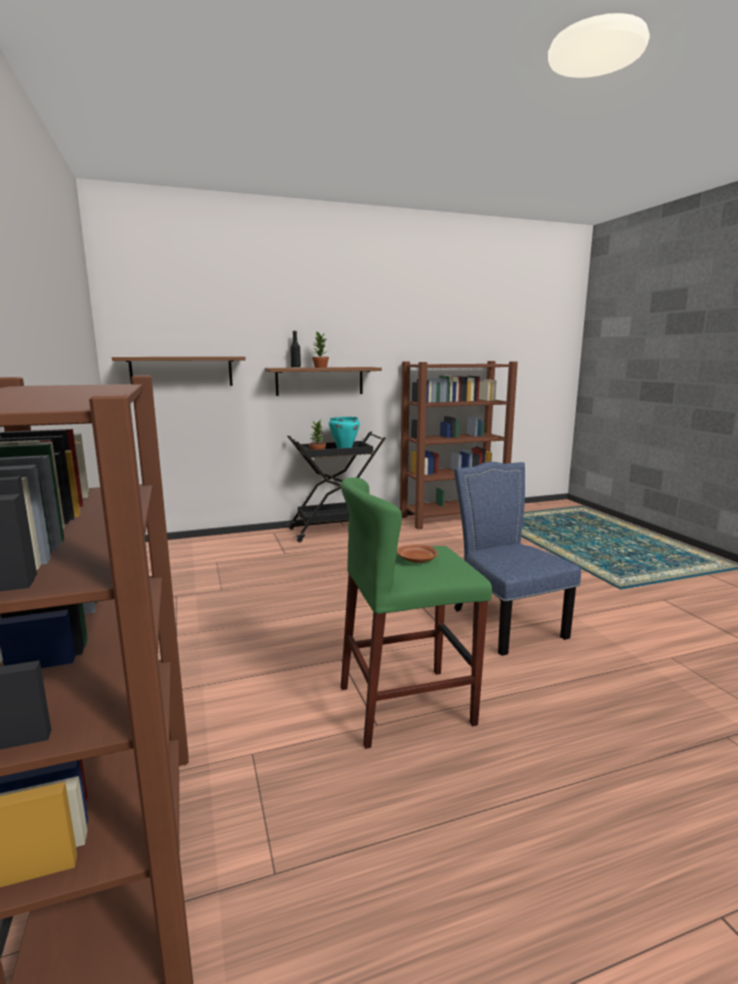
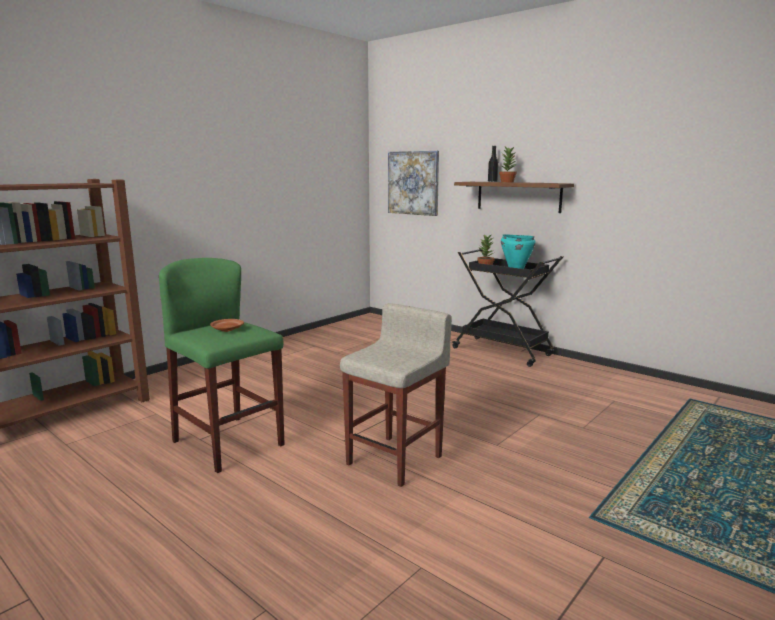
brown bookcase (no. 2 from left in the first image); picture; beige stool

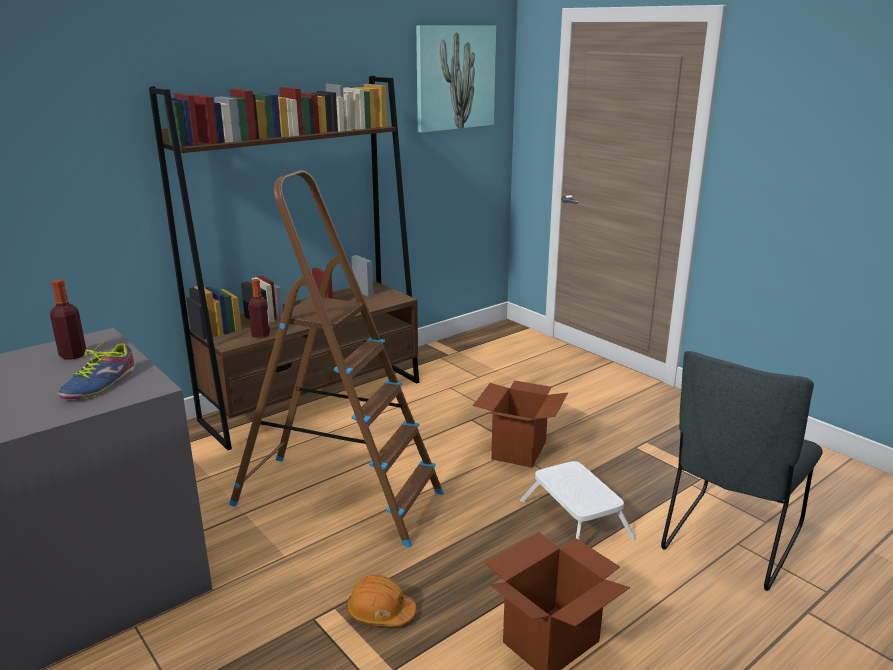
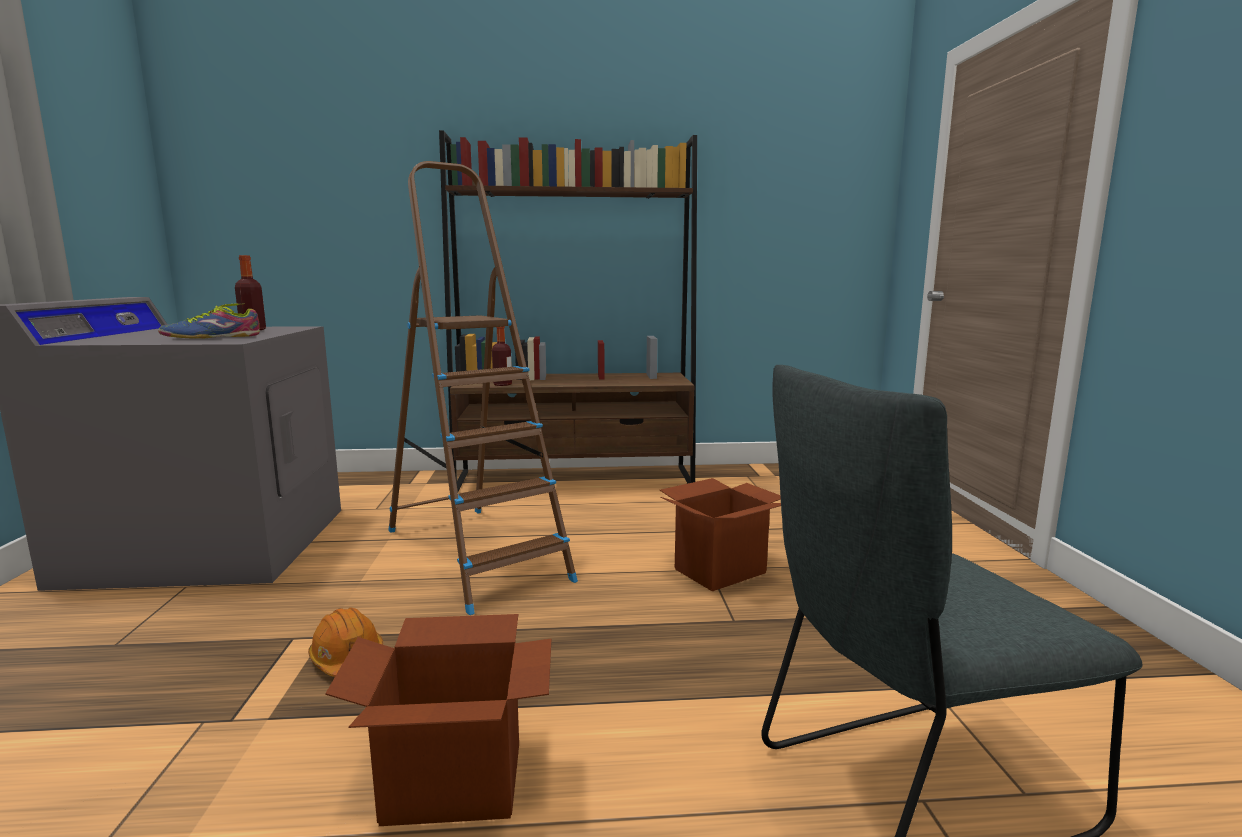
picture; white step ladder

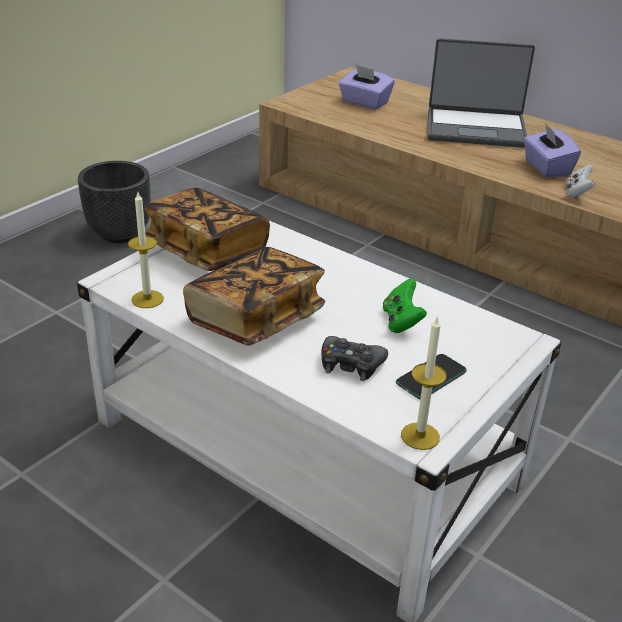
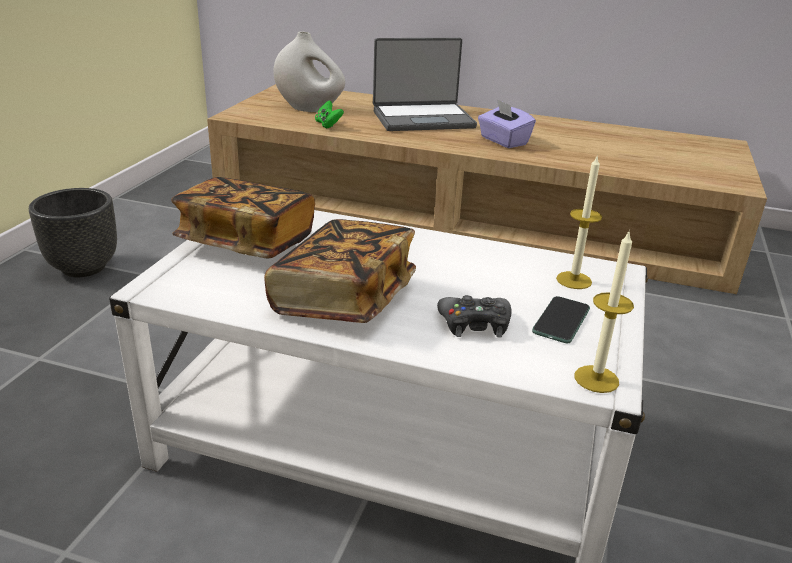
white game controller; candle (no. 1 from left); green game controller; white vase

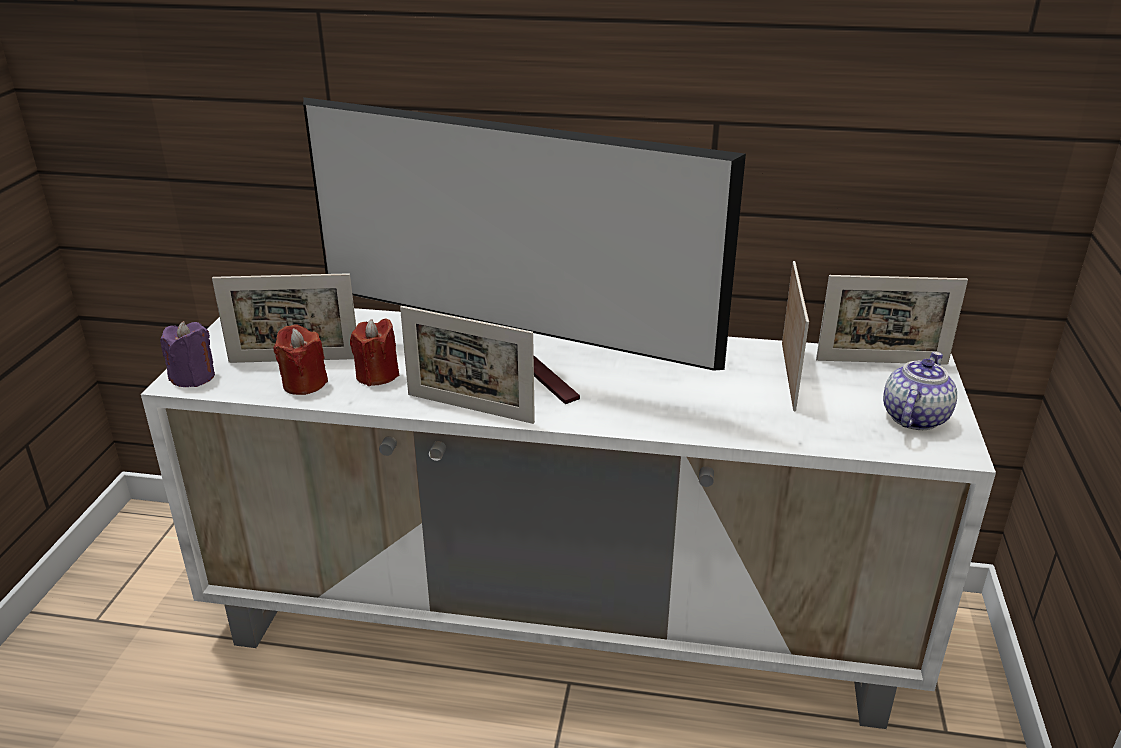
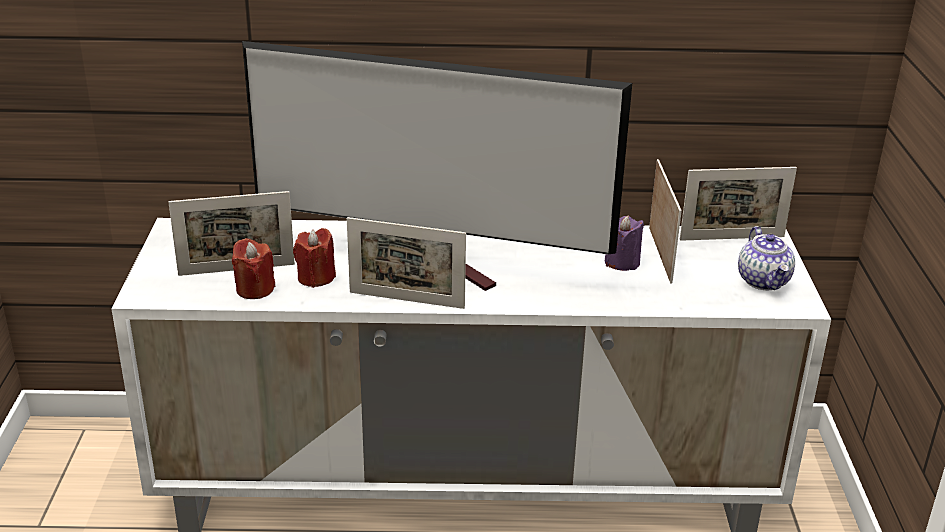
purple candle; teapot

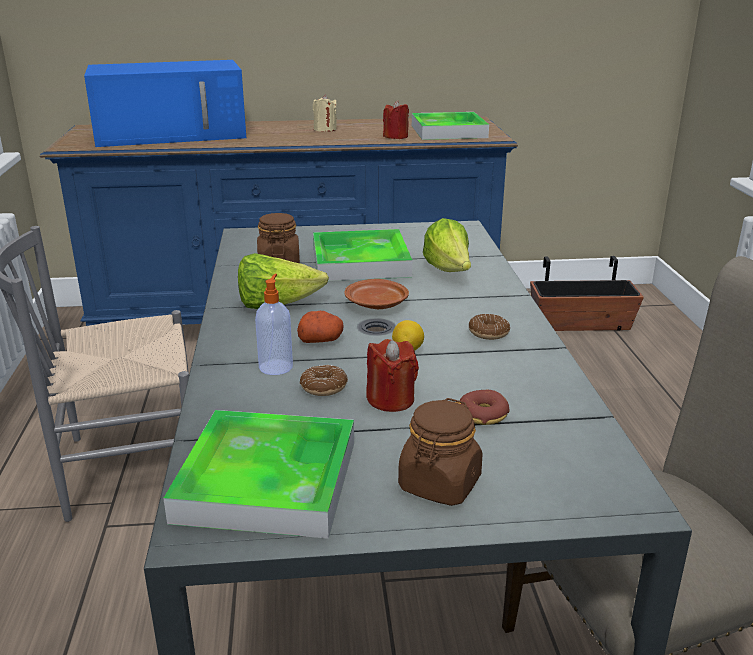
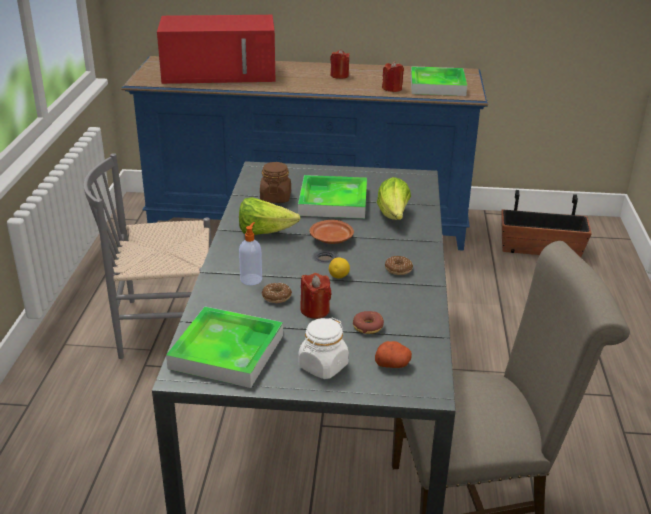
potato; red microwave; red candle (no. 2 from left); white jar

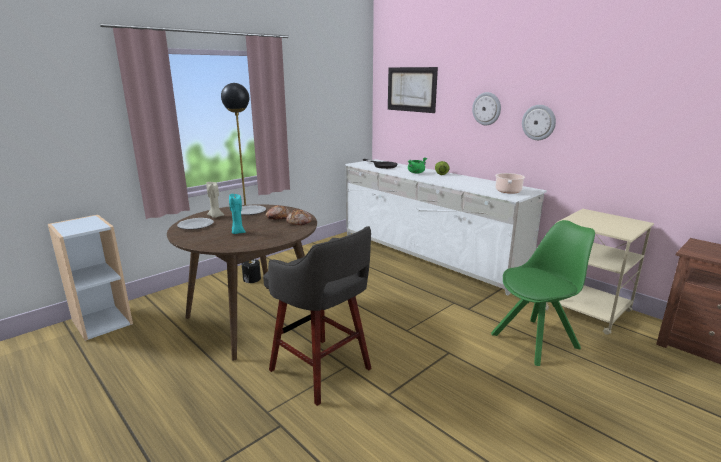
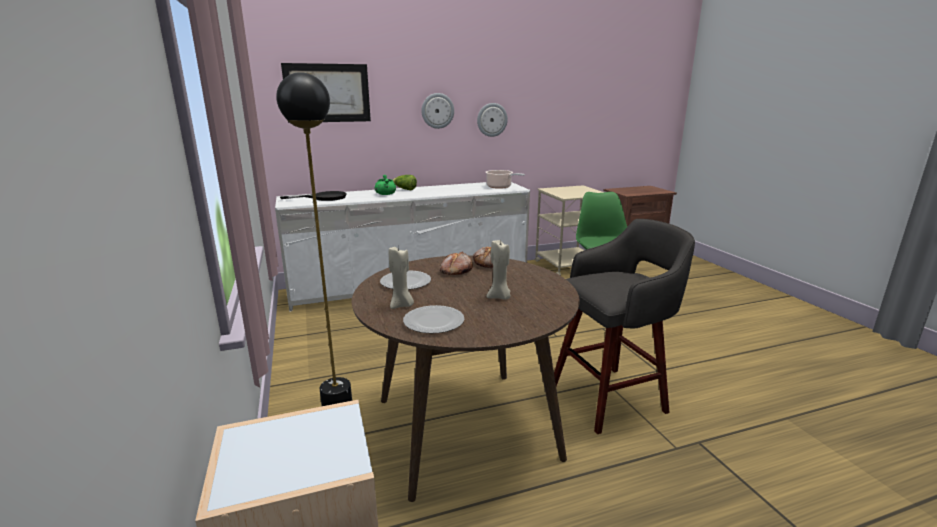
beige candle (no. 2 from left)

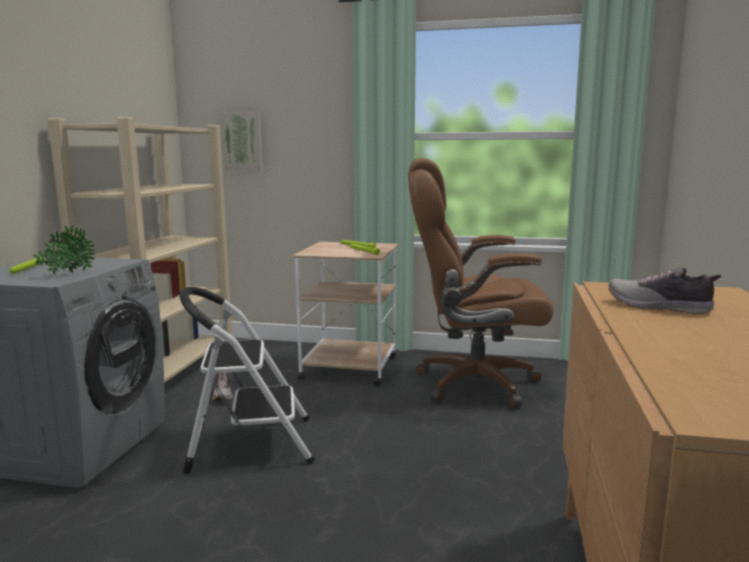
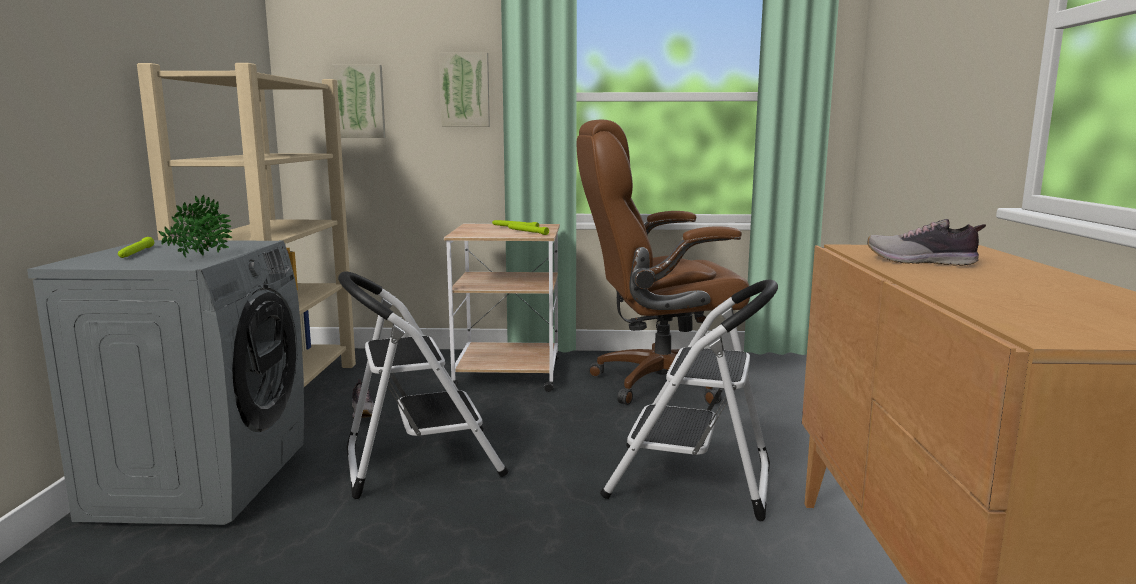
picture (no. 2 from left); step ladder (no. 2 from left)

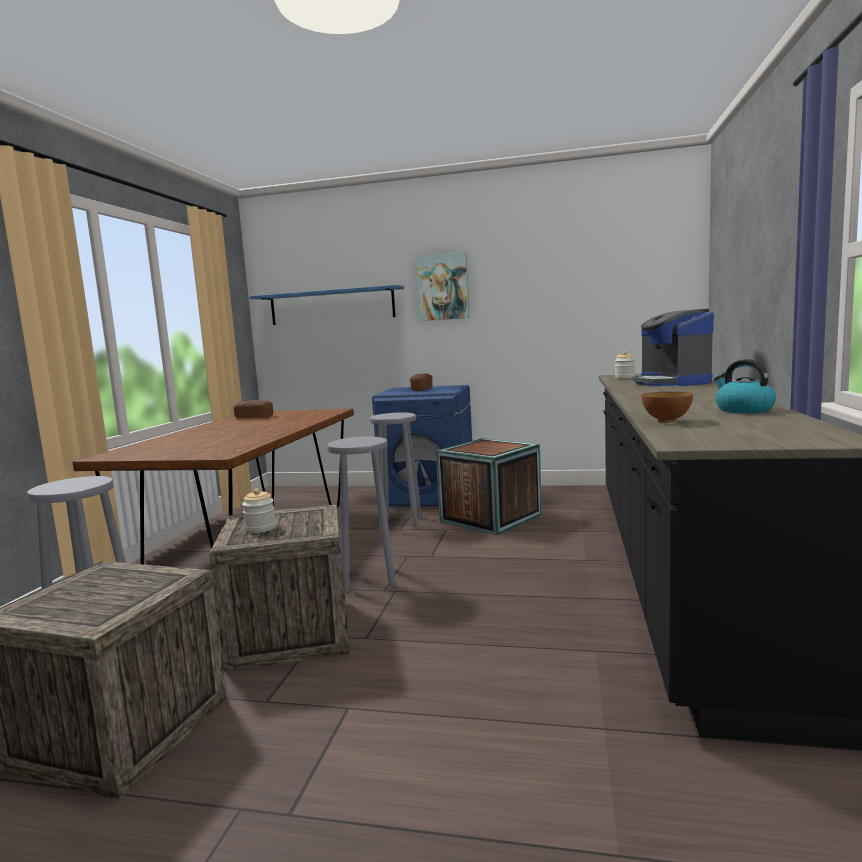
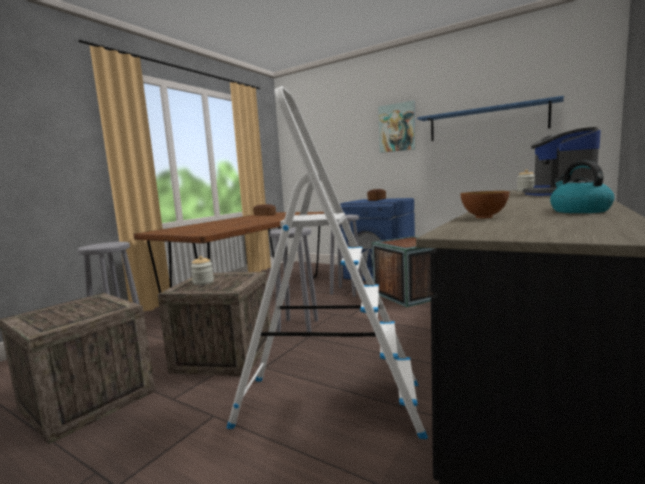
white step ladder; blue shelf

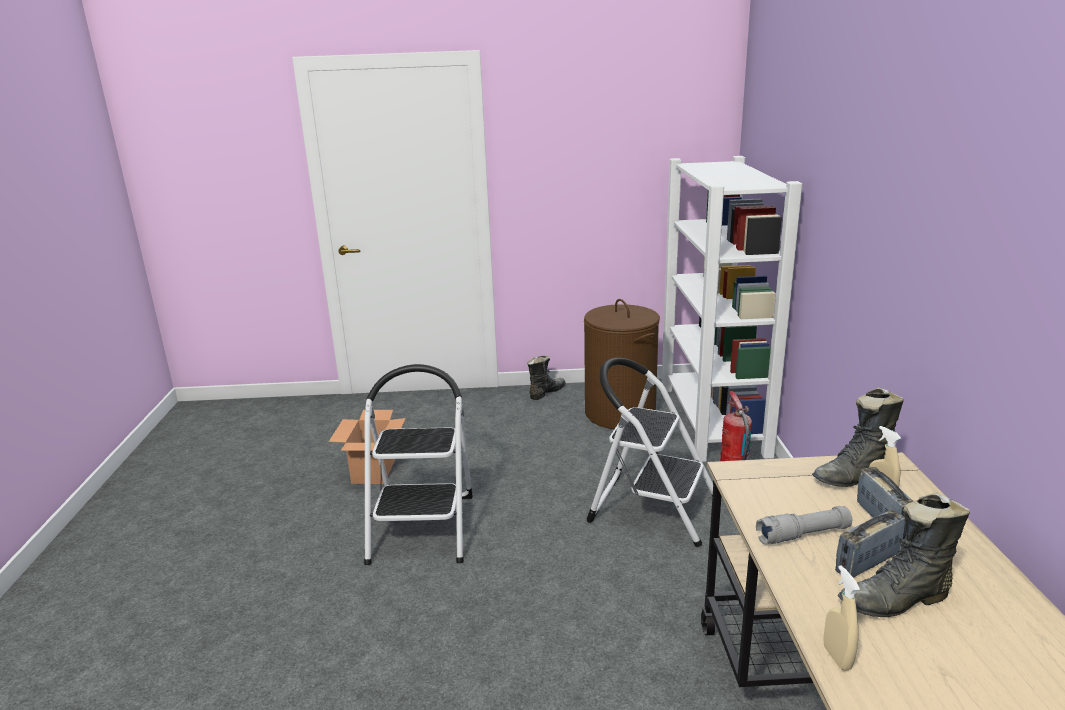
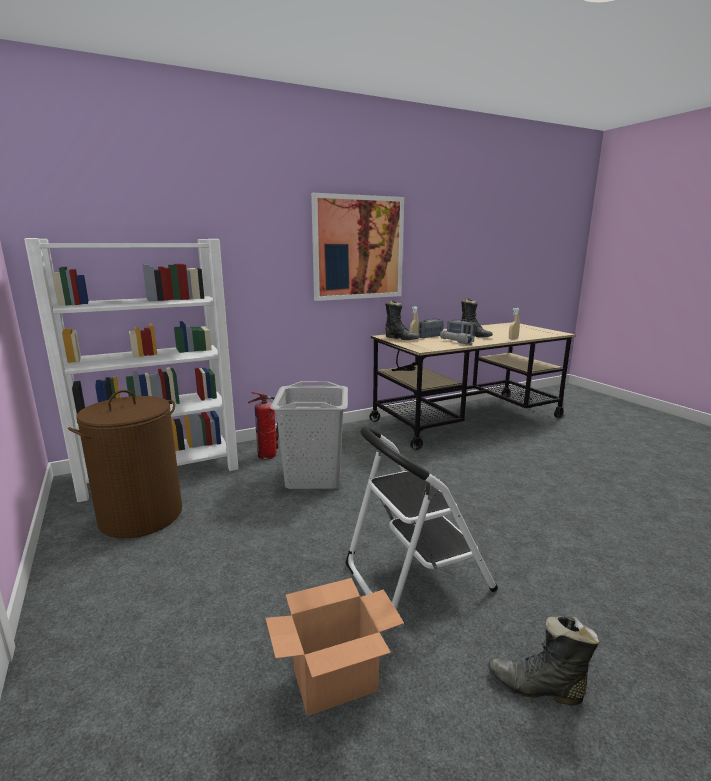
picture; black boot (no. 3 from left); grey laundry basket

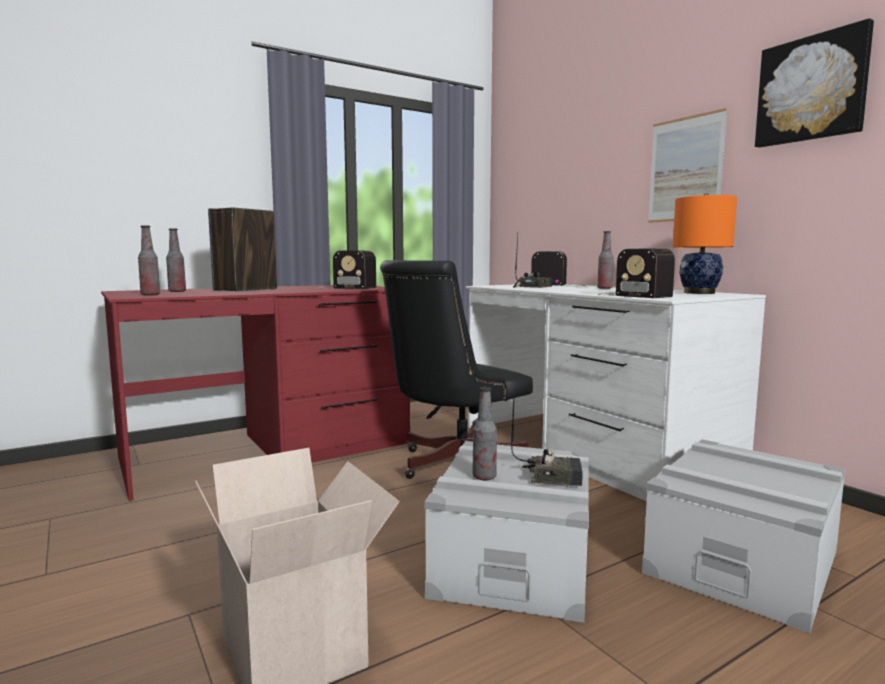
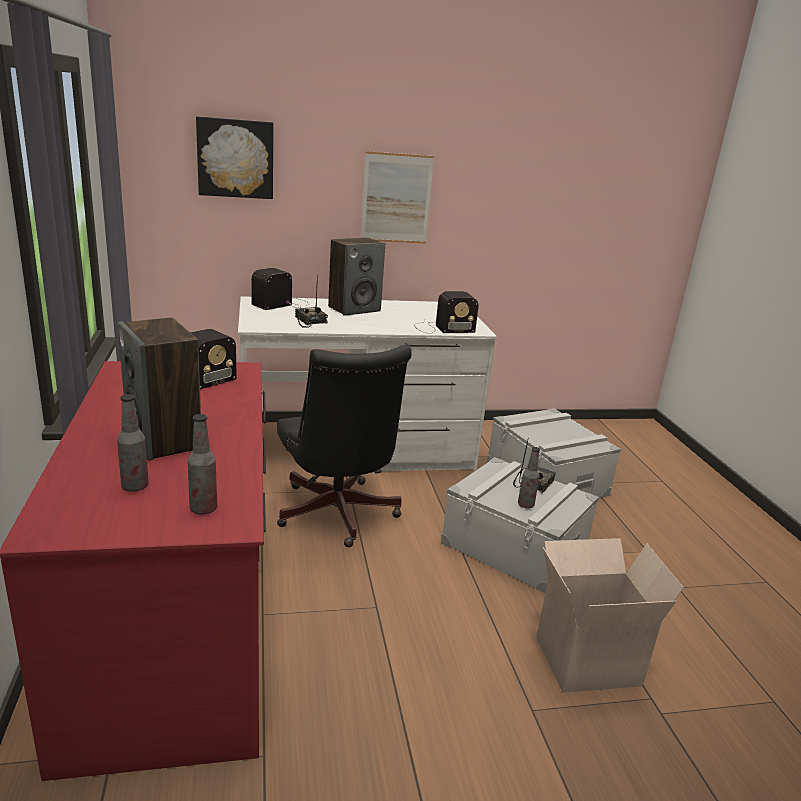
orange table lamp; picture (no. 1 from left); speaker (no. 2 from left)

